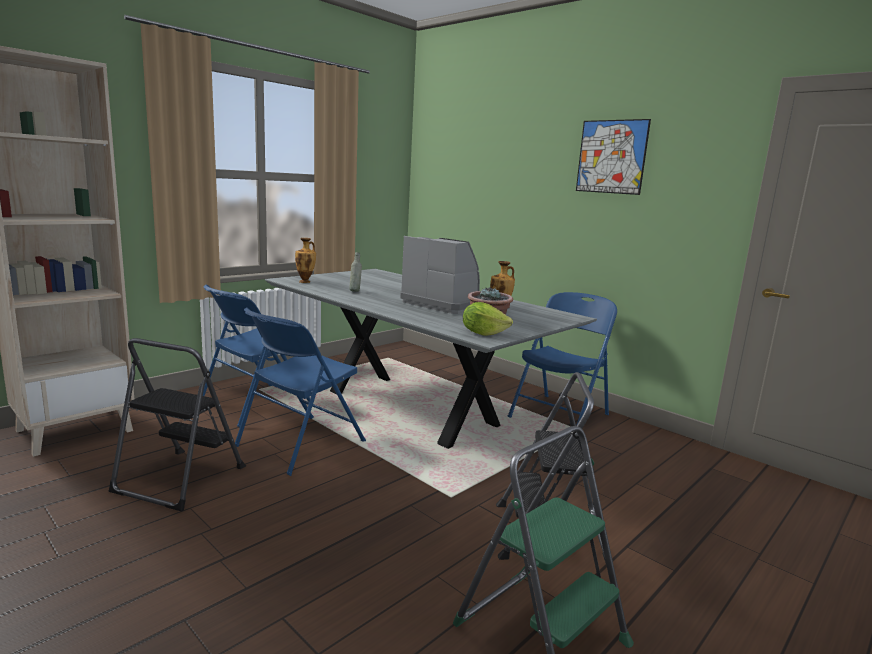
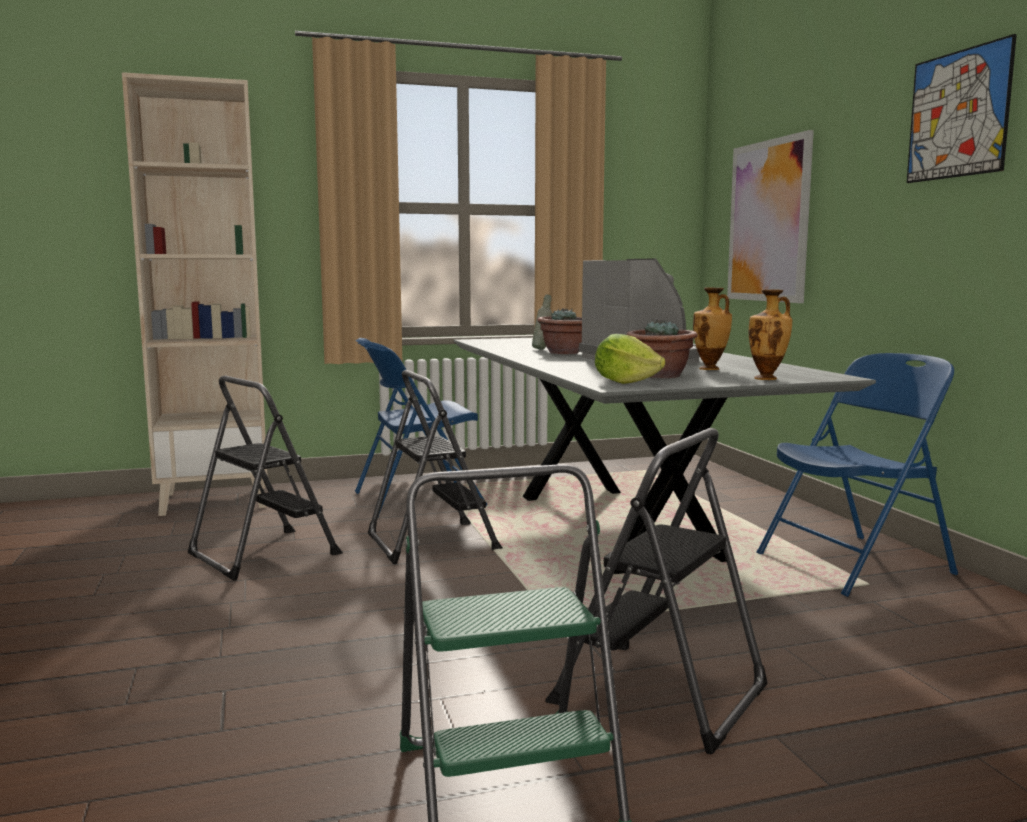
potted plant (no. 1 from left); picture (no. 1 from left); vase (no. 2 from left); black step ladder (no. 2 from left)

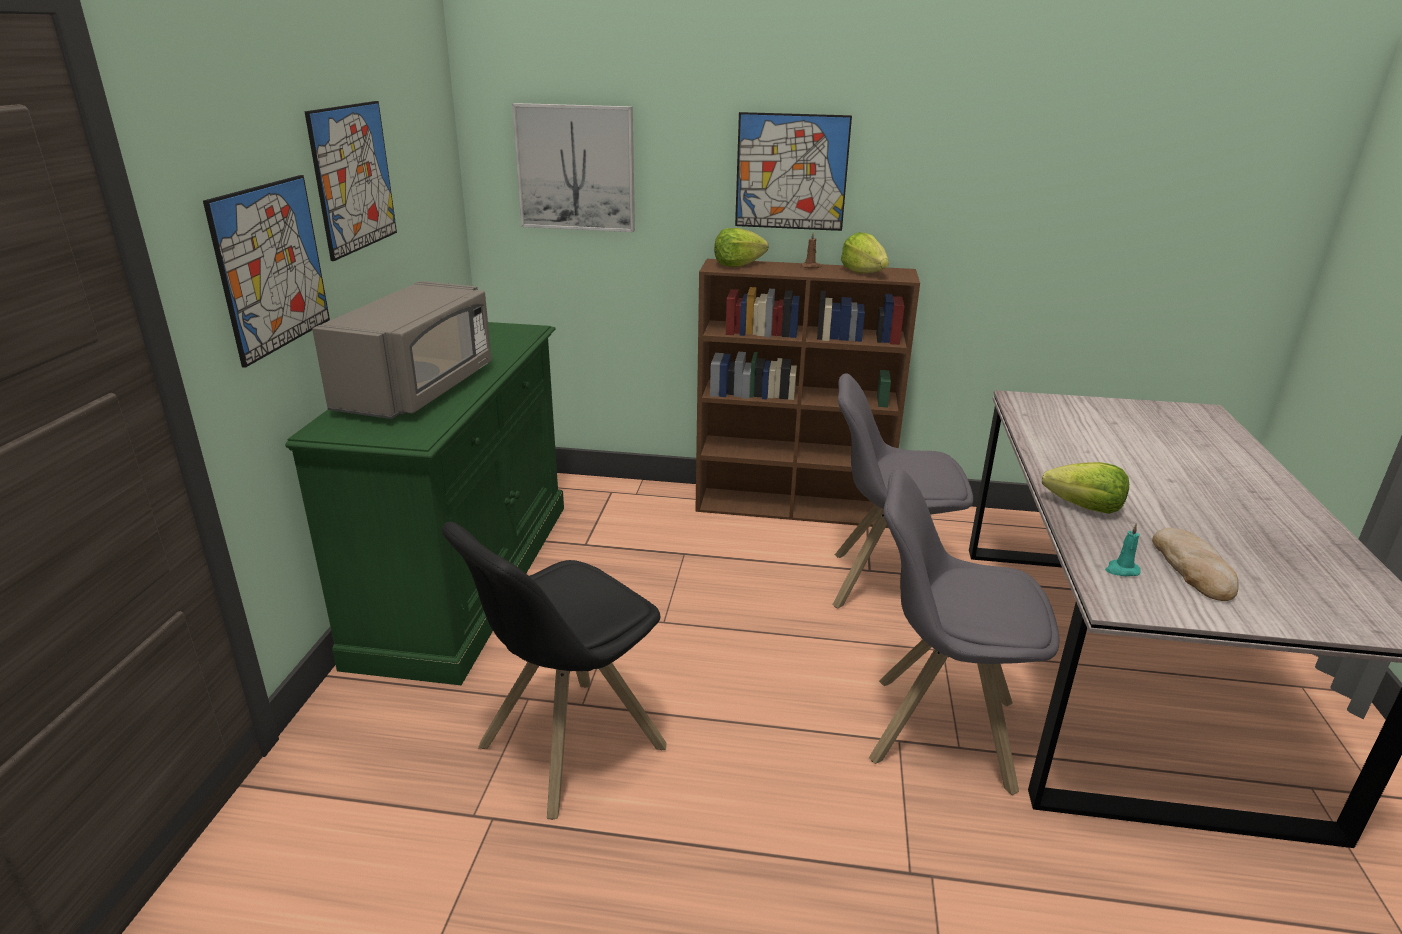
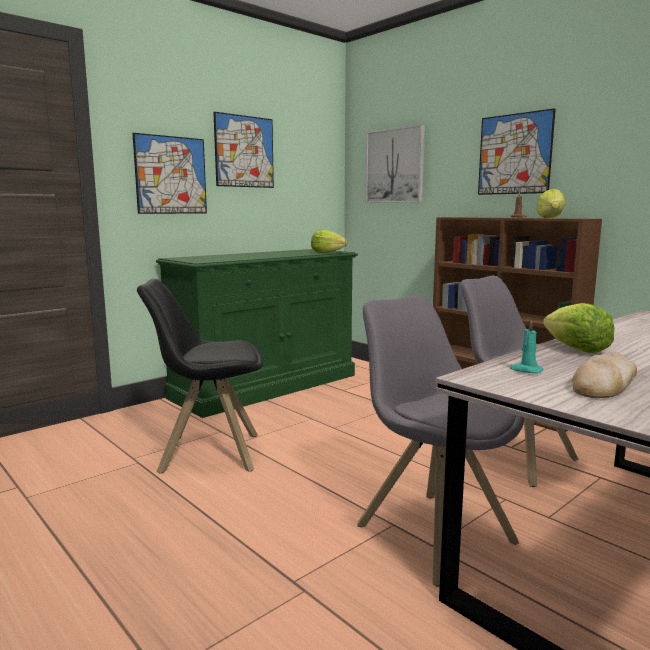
grey microwave; lettuce (no. 1 from left)

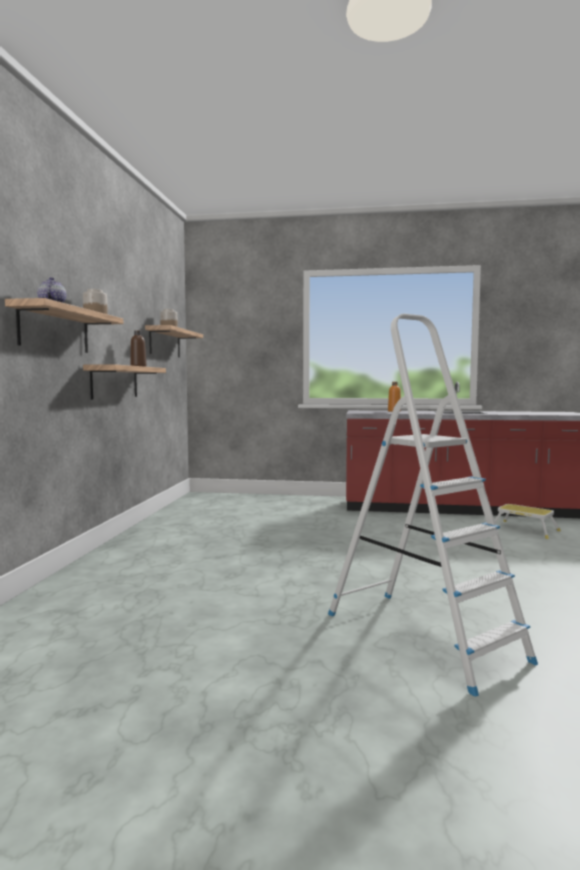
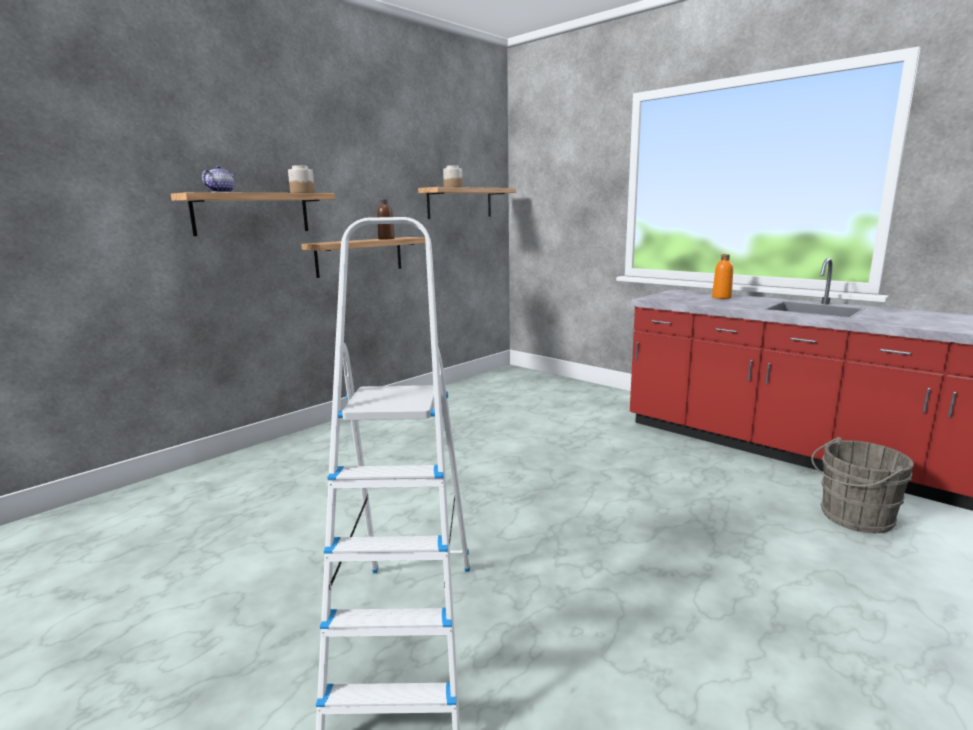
grey bucket

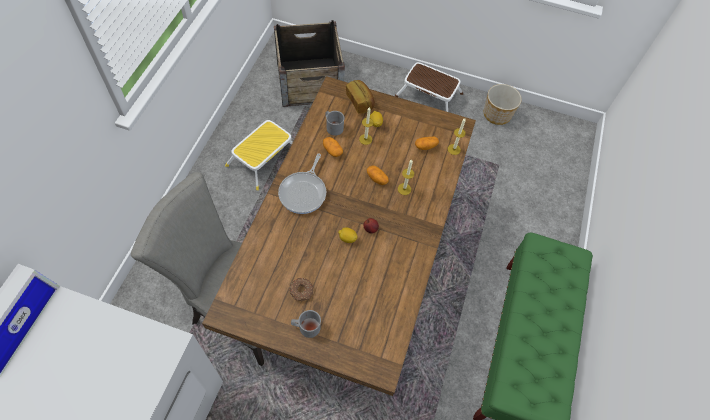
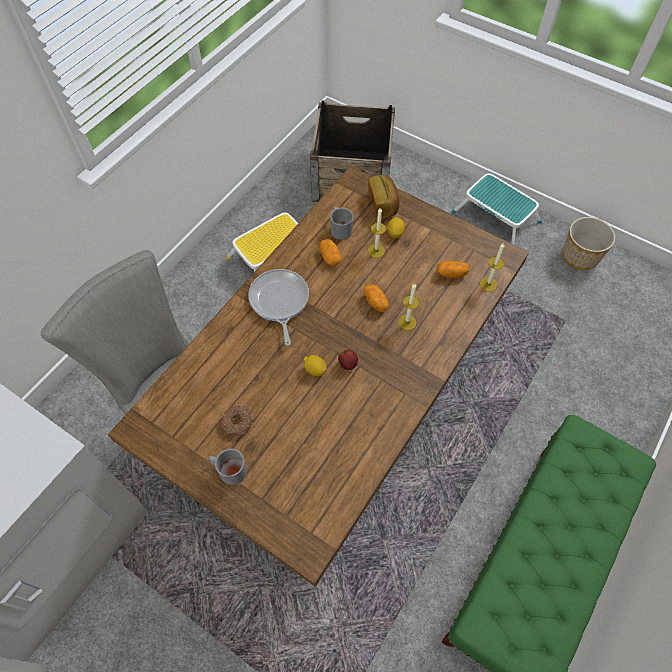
turquoise step ladder; frying pan

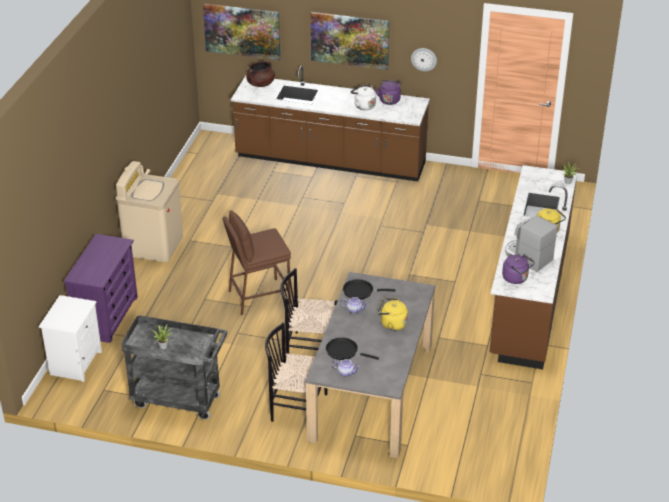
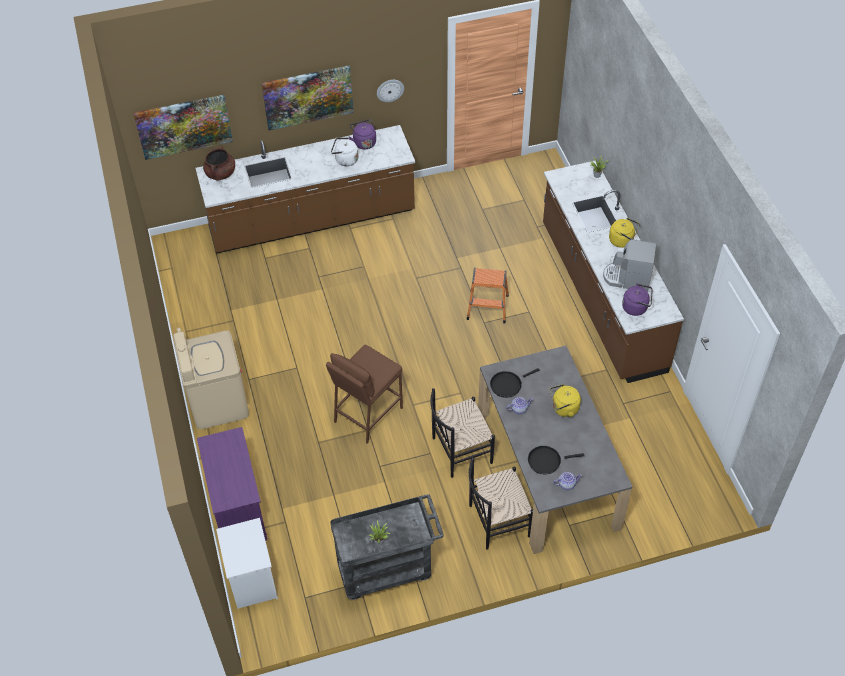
orange step ladder

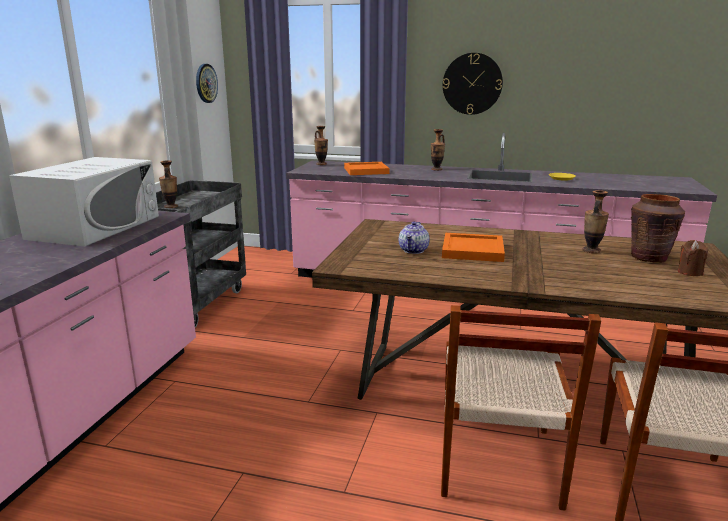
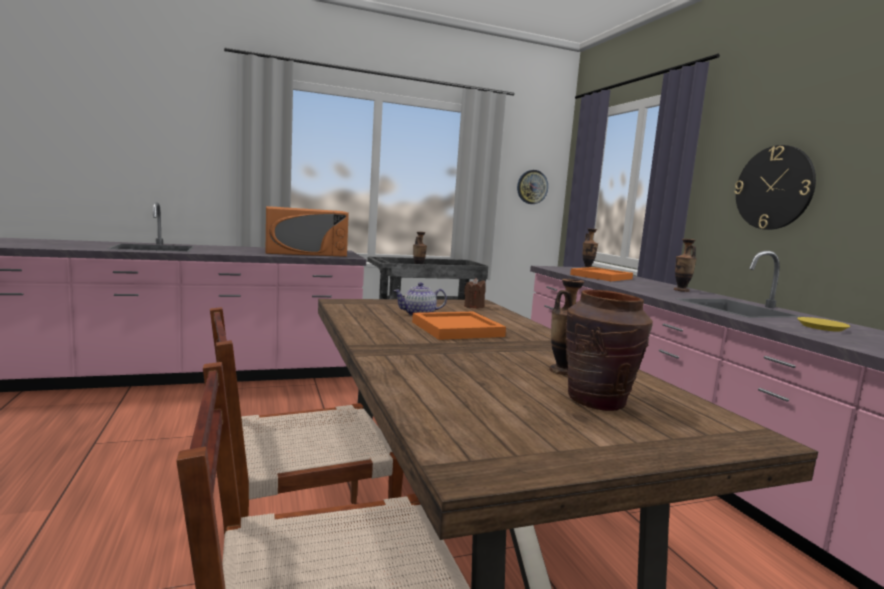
brown candle; orange microwave

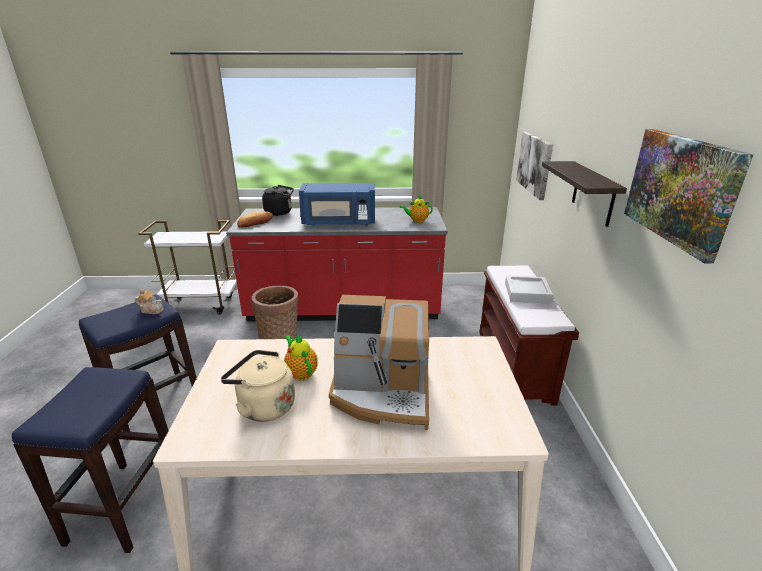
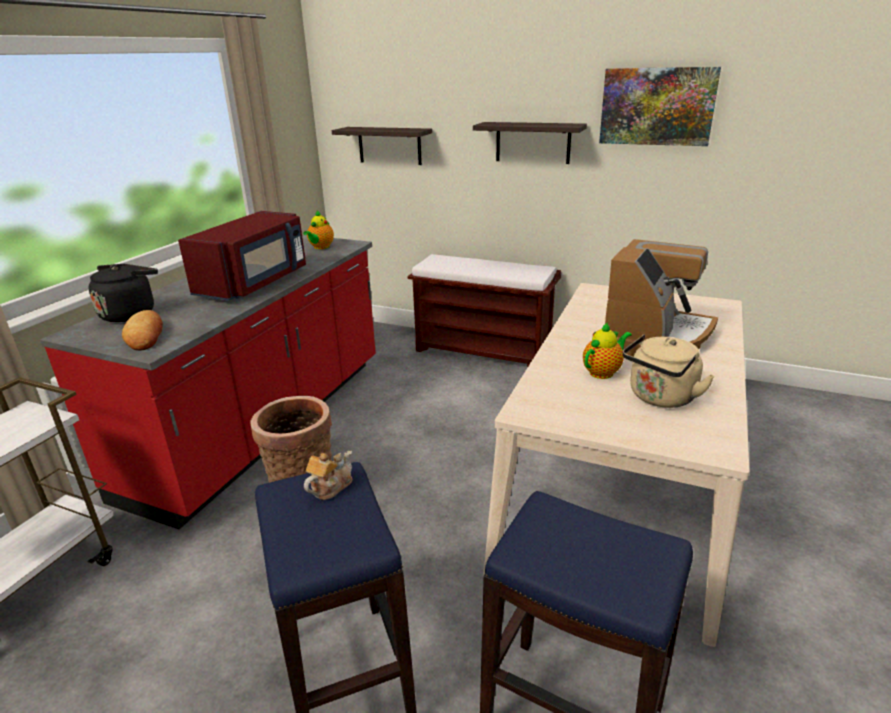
grey tray; shelf (no. 1 from left); red microwave; teapot (no. 3 from left)

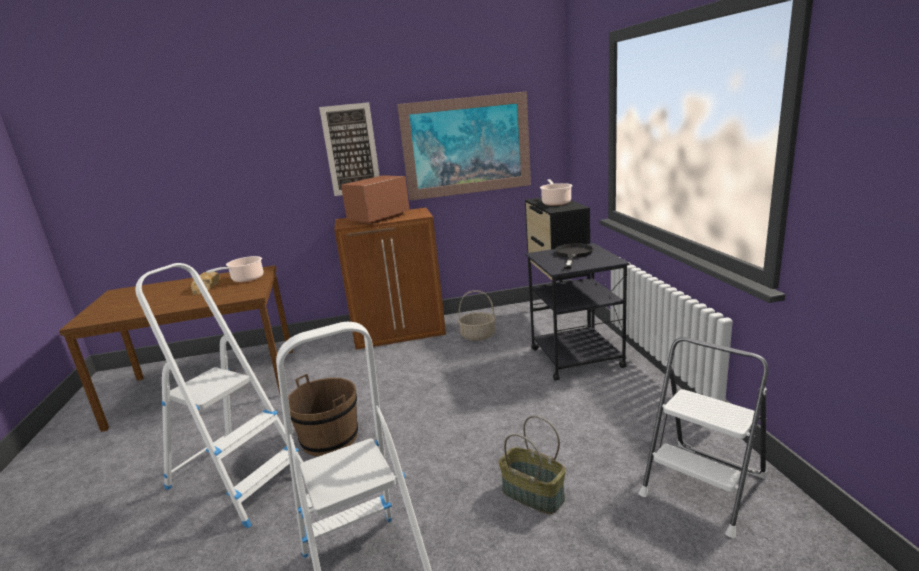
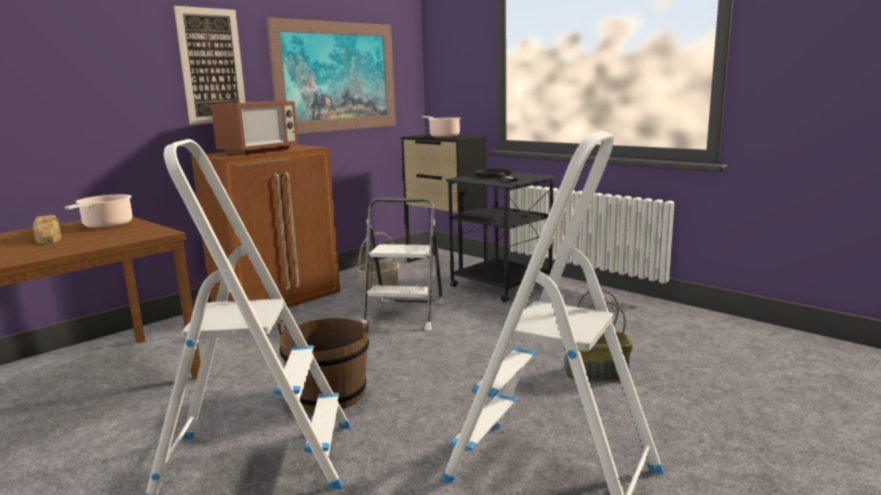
white step ladder (no. 2 from left); microwave

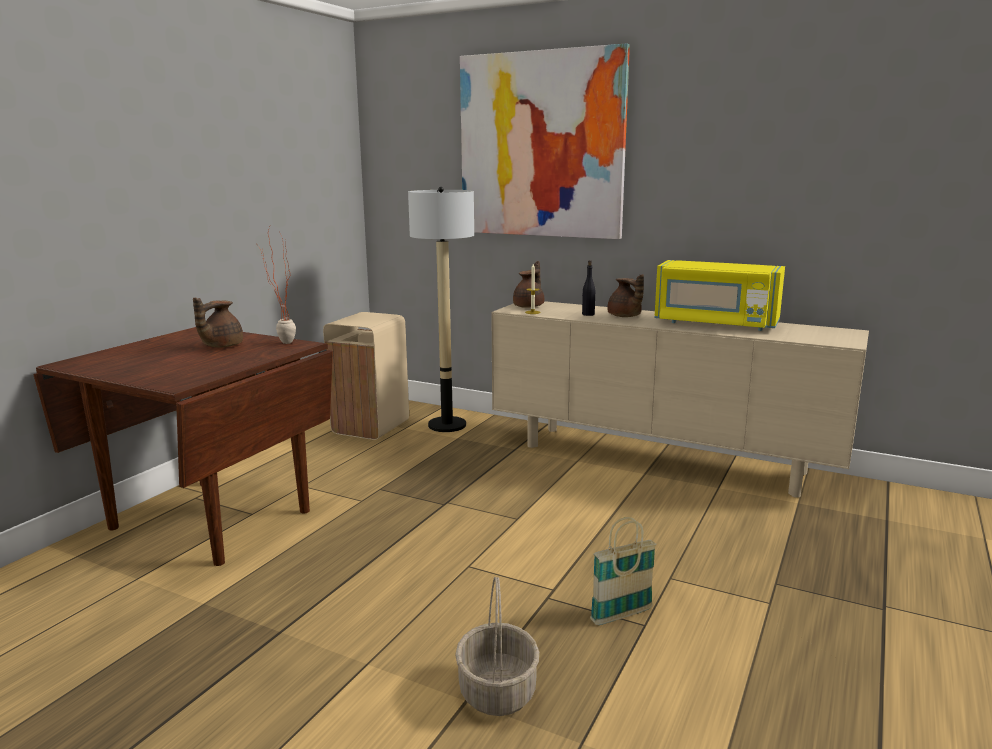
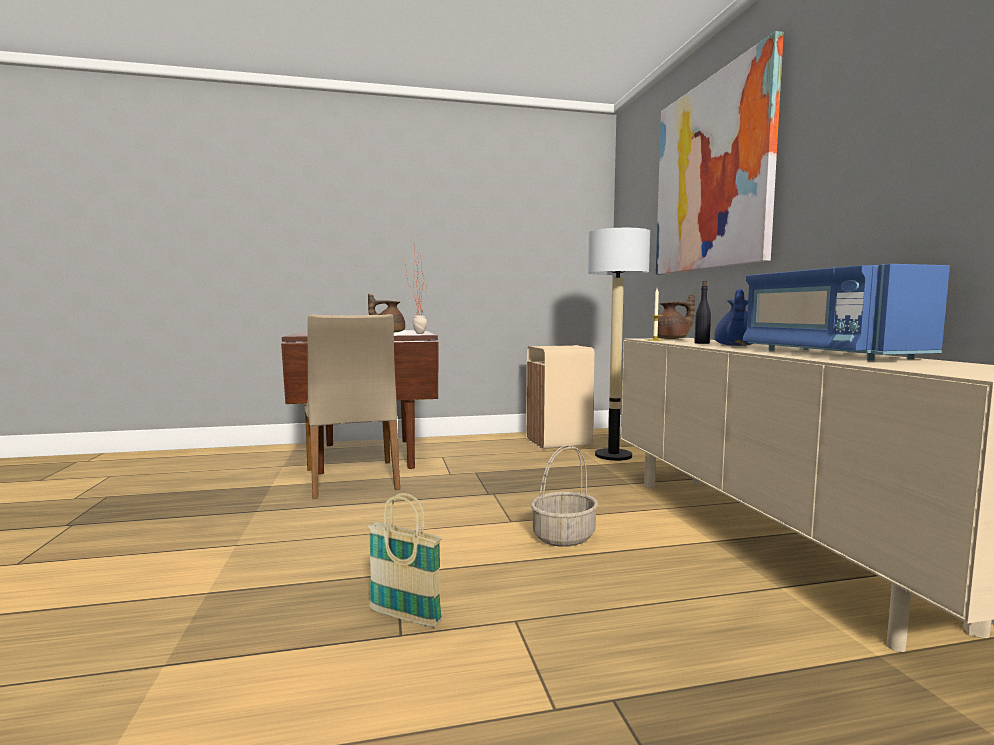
beige chair; basket (no. 2 from left); blue teapot; blue microwave

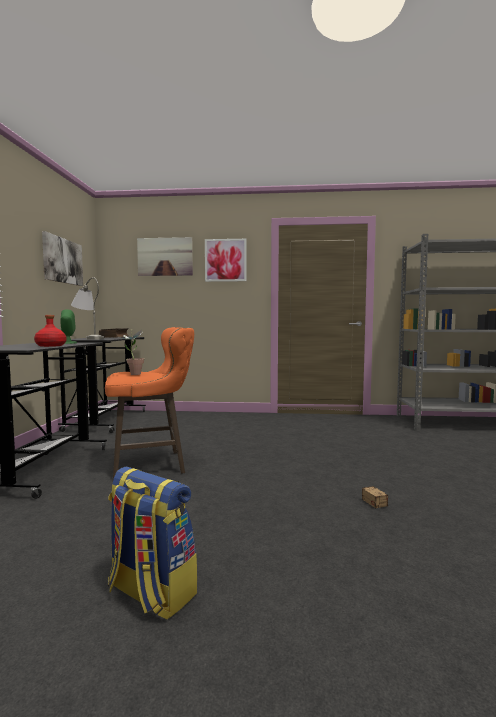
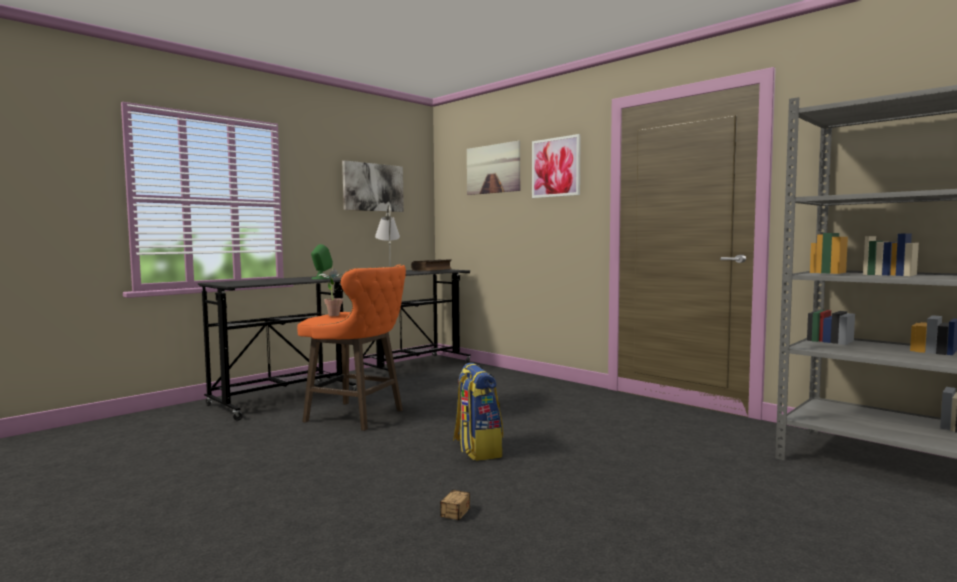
red bottle; backpack

